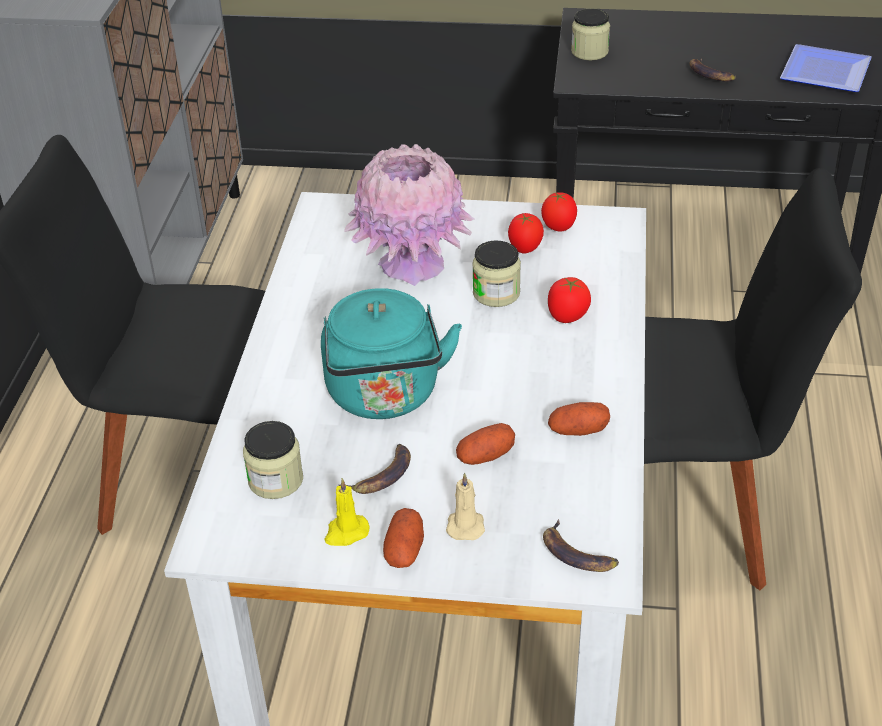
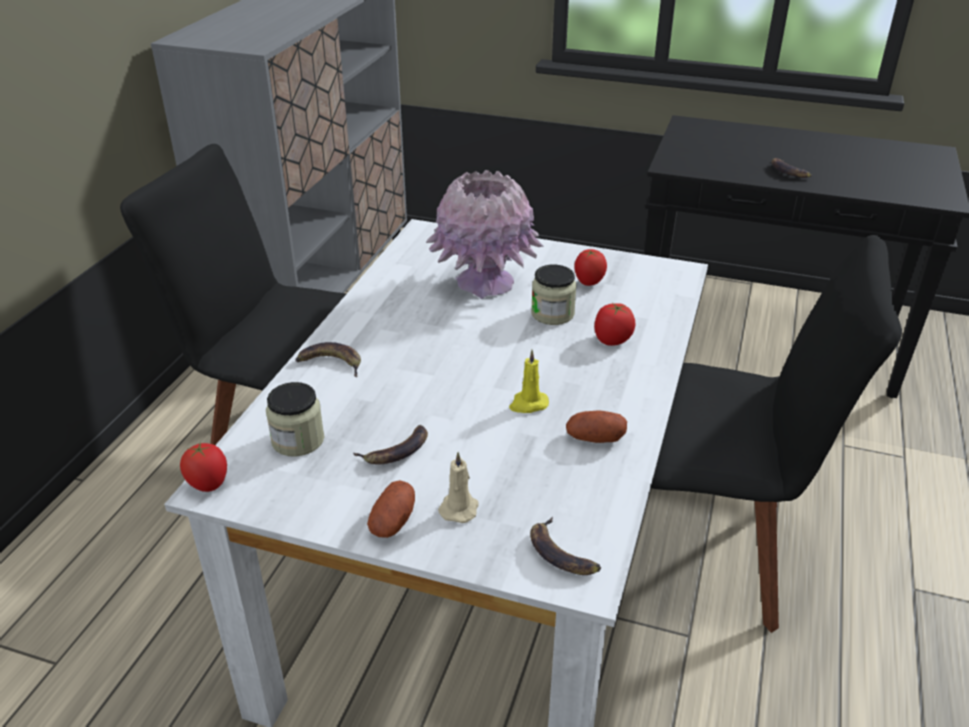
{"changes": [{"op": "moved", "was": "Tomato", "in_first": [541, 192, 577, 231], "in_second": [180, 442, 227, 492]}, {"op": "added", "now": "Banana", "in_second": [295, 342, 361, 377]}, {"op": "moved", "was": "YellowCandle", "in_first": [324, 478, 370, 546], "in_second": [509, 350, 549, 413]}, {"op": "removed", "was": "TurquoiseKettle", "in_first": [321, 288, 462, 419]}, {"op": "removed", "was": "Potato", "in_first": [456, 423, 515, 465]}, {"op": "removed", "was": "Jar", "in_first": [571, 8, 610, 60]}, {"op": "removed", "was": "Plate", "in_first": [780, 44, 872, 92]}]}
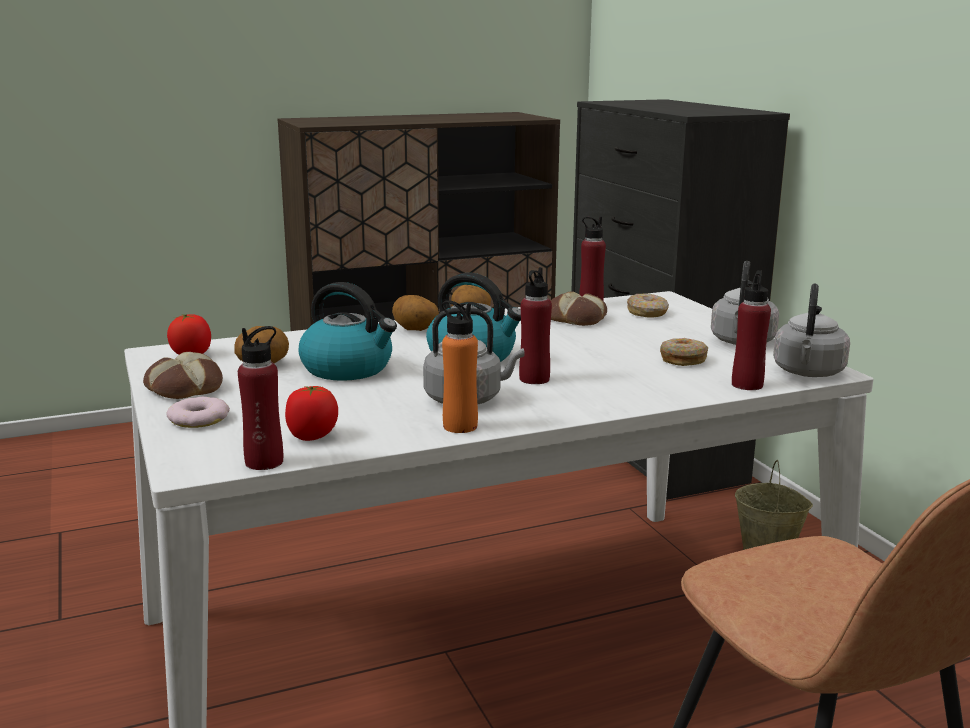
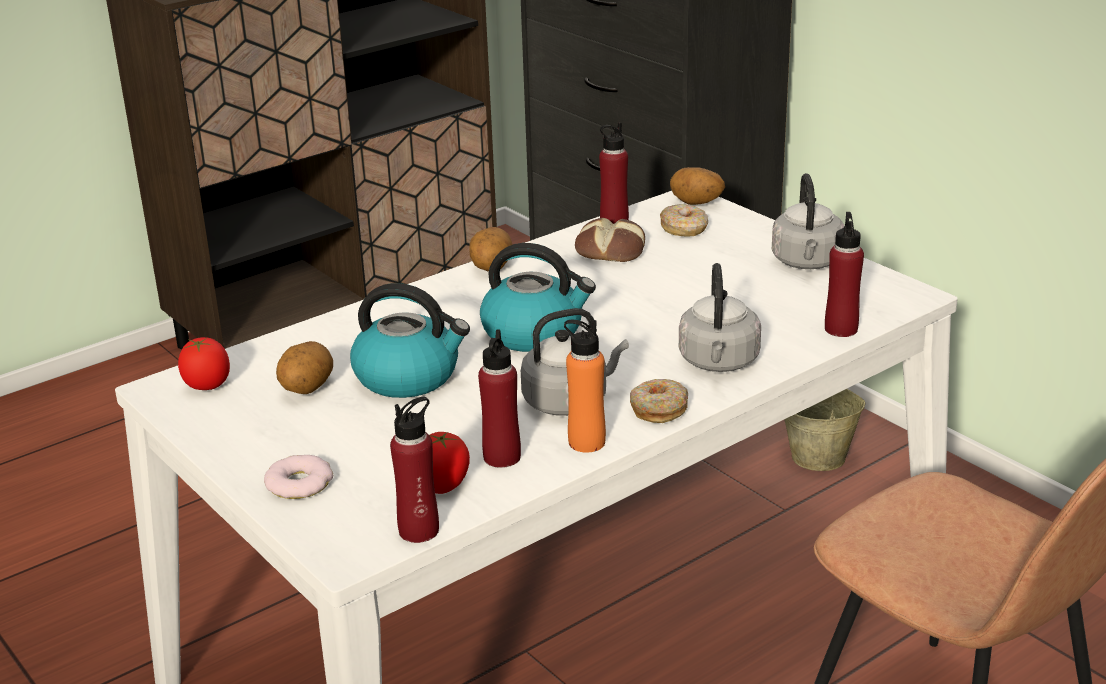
{"changes": [{"op": "moved", "was": "RedBottle", "in_first": [519, 267, 552, 384], "in_second": [478, 329, 521, 468]}, {"op": "moved", "was": "Donut", "in_first": [660, 338, 708, 366], "in_second": [630, 379, 688, 423]}, {"op": "moved", "was": "Potato", "in_first": [392, 295, 439, 331], "in_second": [670, 167, 725, 205]}, {"op": "moved", "was": "GreyKettle", "in_first": [773, 284, 850, 377], "in_second": [679, 263, 761, 372]}, {"op": "removed", "was": "Bread", "in_first": [143, 352, 223, 399]}]}
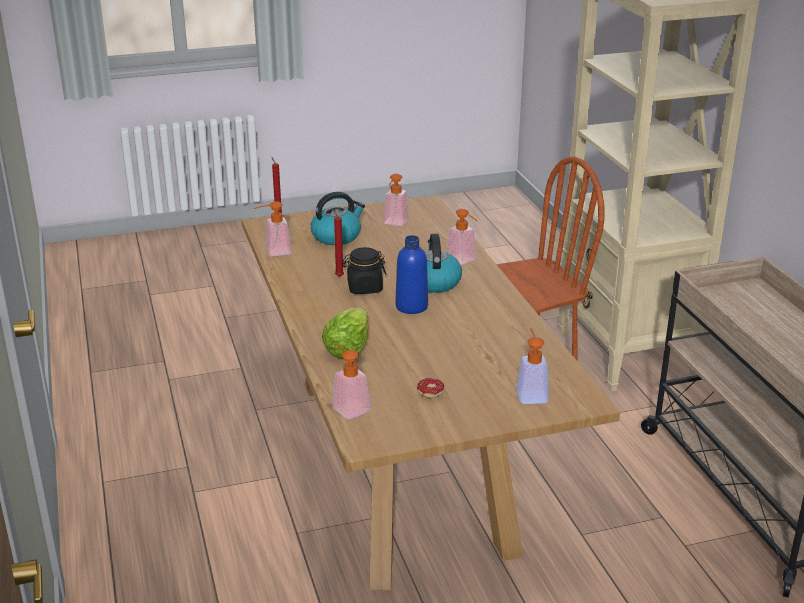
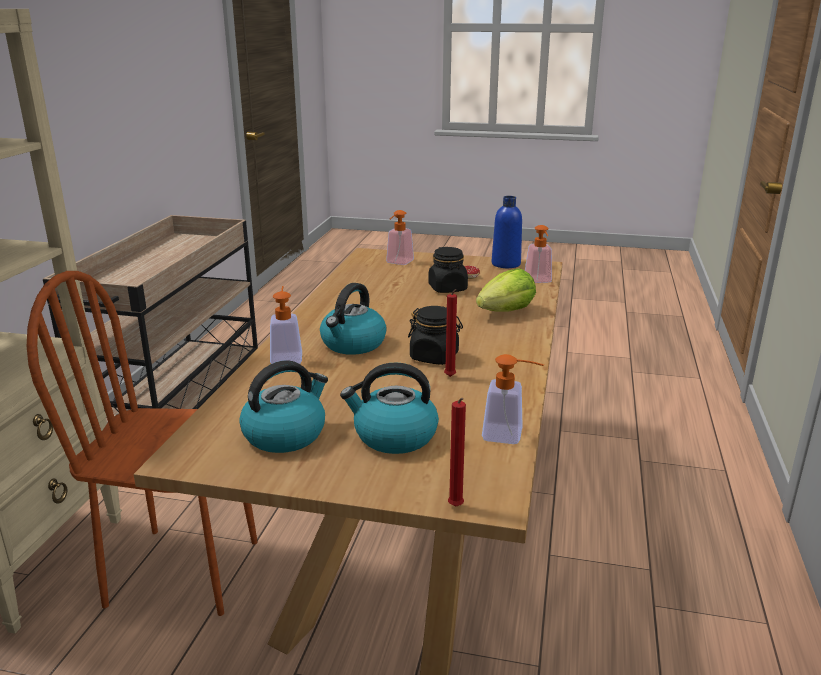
{"changes": [{"op": "replaced", "was": "SoapDispenser", "now": "Kettle", "in_first": [383, 174, 409, 226], "in_second": [239, 360, 328, 453]}, {"op": "added", "now": "BlackJar", "in_second": [428, 247, 468, 293]}, {"op": "moved", "was": "BlueBottle", "in_first": [395, 235, 428, 314], "in_second": [492, 196, 522, 268]}]}
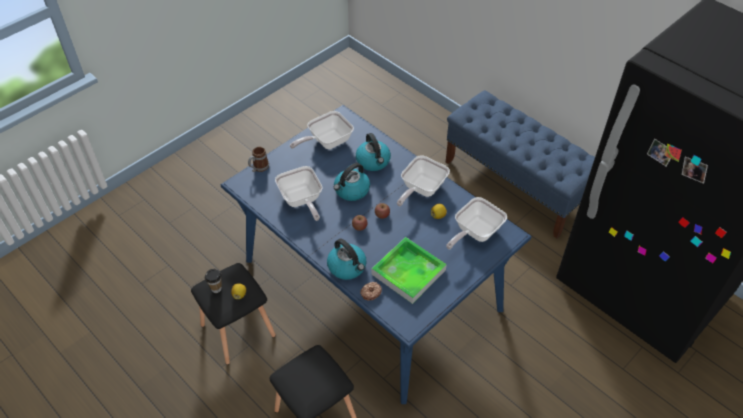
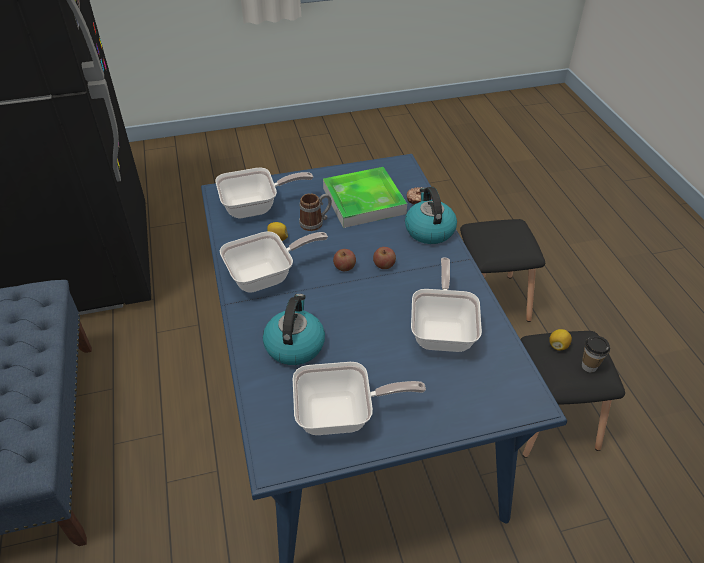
{"changes": [{"op": "moved", "was": "Mug", "in_first": [248, 147, 269, 172], "in_second": [299, 194, 332, 231]}, {"op": "removed", "was": "Kettle", "in_first": [334, 163, 370, 201]}]}
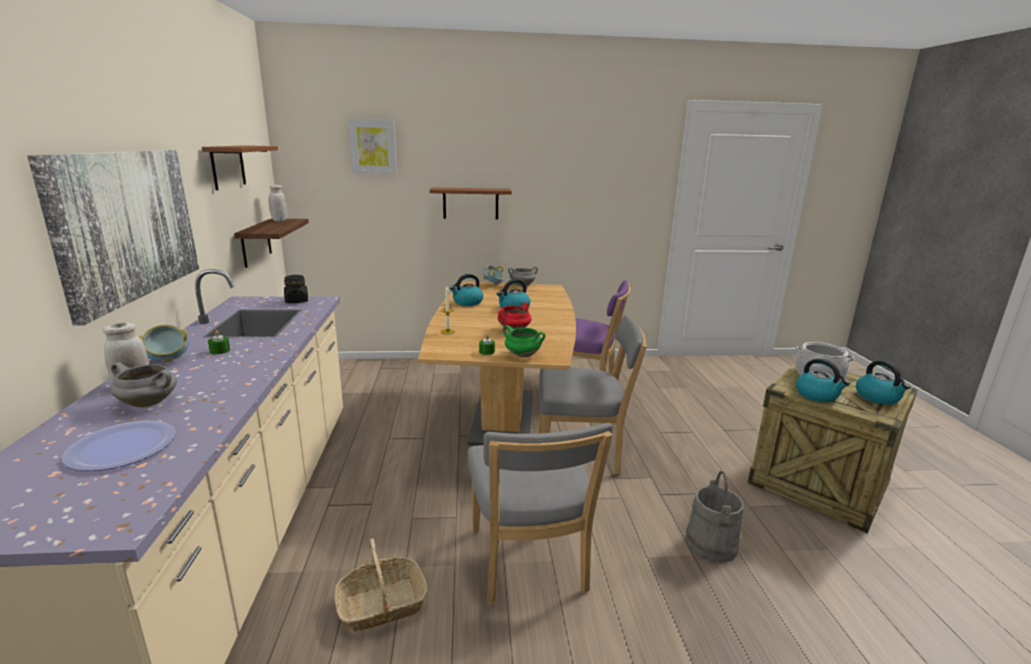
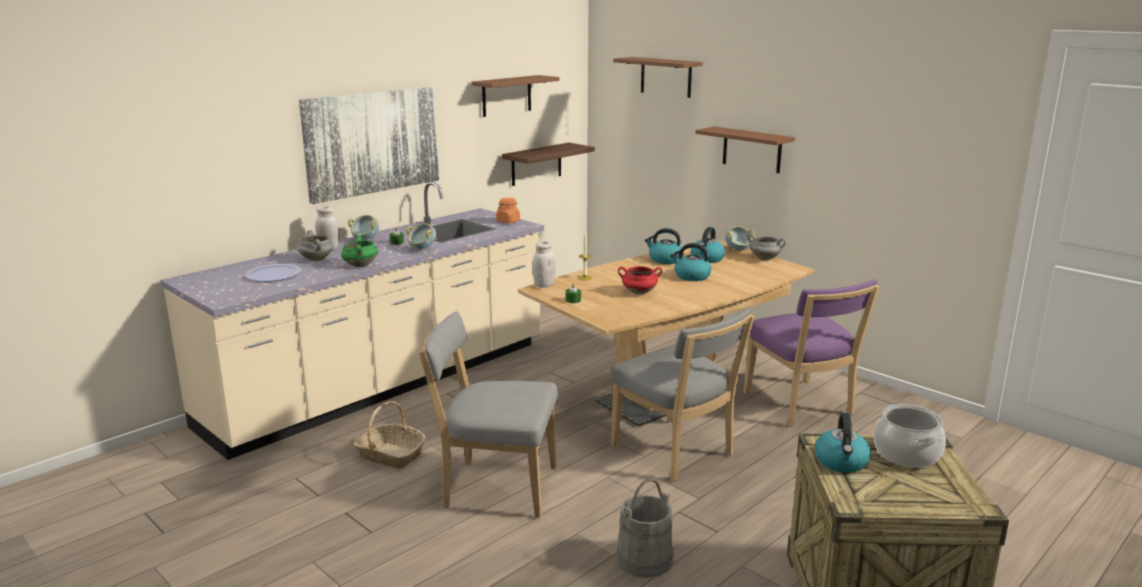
{"changes": [{"op": "moved", "was": "GreenCookingPot", "in_first": [503, 325, 546, 357], "in_second": [341, 235, 378, 267]}, {"op": "added", "now": "Bowl", "in_second": [406, 223, 437, 251]}, {"op": "turned", "was": "GreyChair", "in_first": [467, 423, 613, 605], "in_second": [419, 311, 558, 517], "clockwise": 60}, {"op": "recoloured", "was": "BlackJar", "now": "OrangeJar", "in_first": [284, 275, 308, 303], "in_second": [496, 198, 520, 223]}, {"op": "moved", "was": "WhiteJar", "in_first": [269, 185, 287, 221], "in_second": [532, 241, 555, 288]}, {"op": "replaced", "was": "Picture", "now": "BrownShelf", "in_first": [348, 119, 397, 174], "in_second": [613, 57, 703, 98]}, {"op": "moved", "was": "Kettle", "in_first": [856, 360, 910, 405], "in_second": [691, 227, 725, 263]}]}
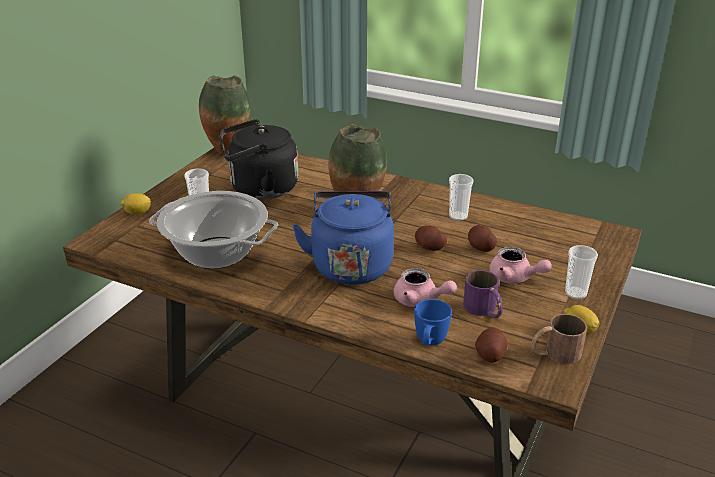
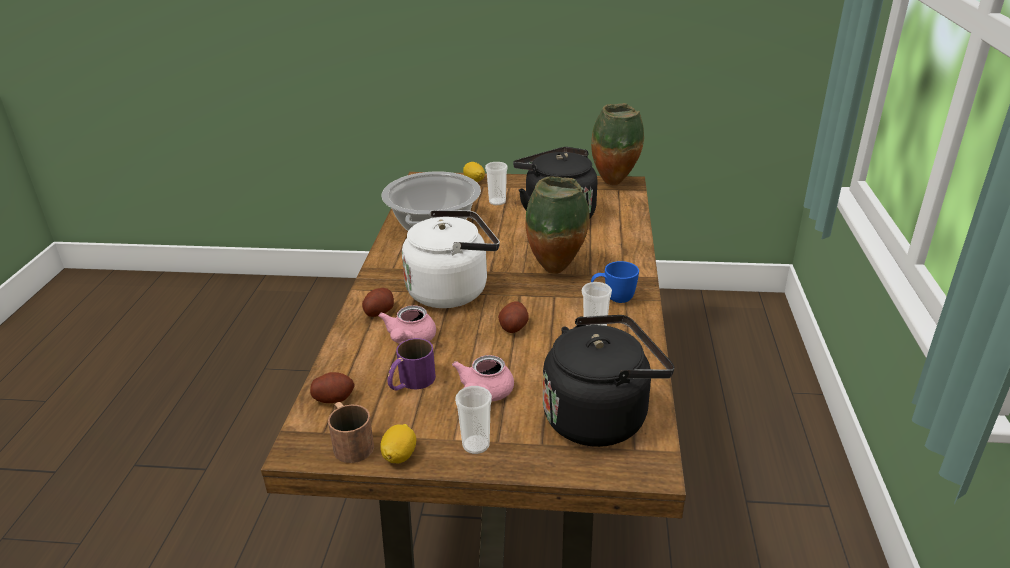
{"changes": [{"op": "moved", "was": "Potato", "in_first": [468, 225, 497, 252], "in_second": [362, 288, 394, 317]}, {"op": "recoloured", "was": "BlueKettle", "now": "WhiteKettle", "in_first": [292, 191, 394, 285], "in_second": [402, 210, 500, 308]}, {"op": "added", "now": "BlackKettle", "in_second": [543, 315, 674, 447]}, {"op": "moved", "was": "BlueMug", "in_first": [414, 299, 452, 346], "in_second": [591, 261, 639, 303]}]}
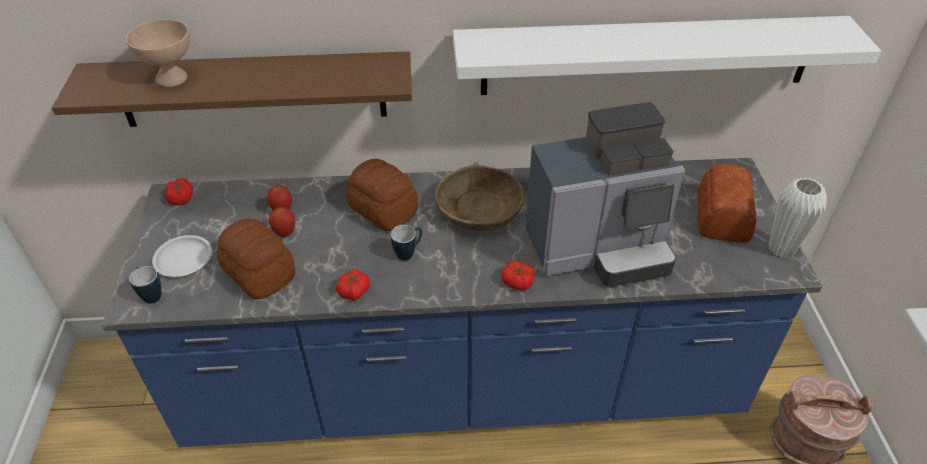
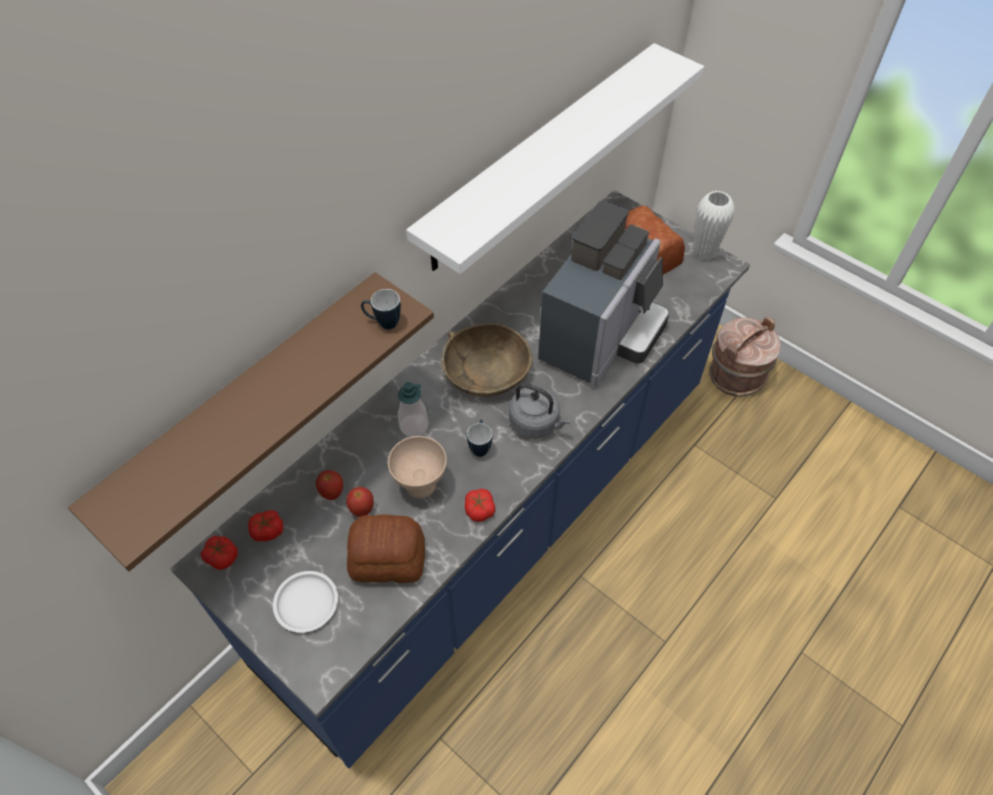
{"changes": [{"op": "moved", "was": "Tomato", "in_first": [501, 261, 535, 290], "in_second": [248, 510, 283, 541]}, {"op": "moved", "was": "Mug", "in_first": [129, 266, 162, 304], "in_second": [361, 289, 401, 329]}, {"op": "moved", "was": "BeigeBowl", "in_first": [126, 19, 190, 87], "in_second": [388, 436, 447, 499]}, {"op": "replaced", "was": "Bread", "now": "SoapDispenser", "in_first": [346, 159, 418, 231], "in_second": [398, 382, 429, 437]}, {"op": "added", "now": "GreyKettle", "in_second": [509, 383, 571, 438]}]}
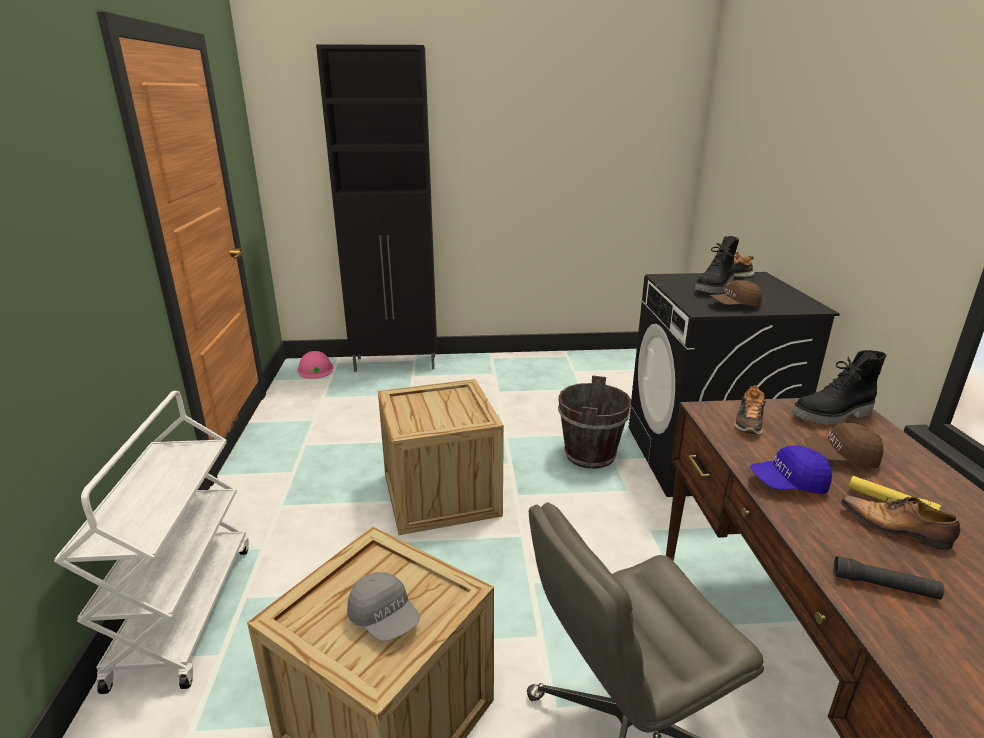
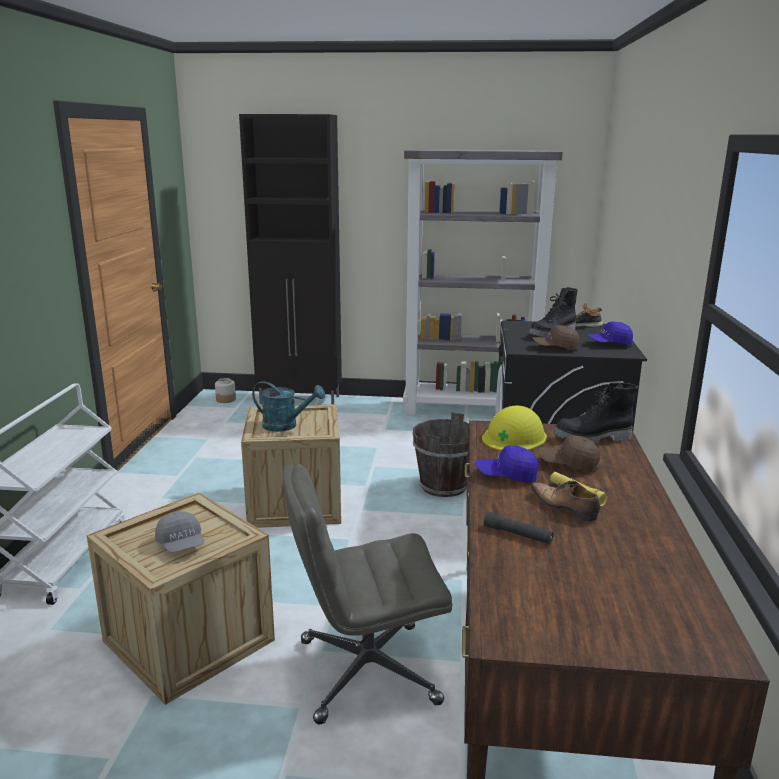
{"changes": [{"op": "replaced", "was": "PinkHardHat", "now": "Jar", "in_first": [297, 351, 333, 379], "in_second": [215, 378, 236, 403]}, {"op": "added", "now": "TurquoiseWateringCan", "in_second": [252, 381, 325, 432]}, {"op": "added", "now": "GreyBookcase", "in_second": [403, 149, 563, 416]}, {"op": "replaced", "was": "Shoe", "now": "YellowHardHat", "in_first": [734, 385, 766, 435], "in_second": [482, 405, 547, 451]}, {"op": "added", "now": "BlueCap", "in_second": [587, 322, 633, 345]}]}
